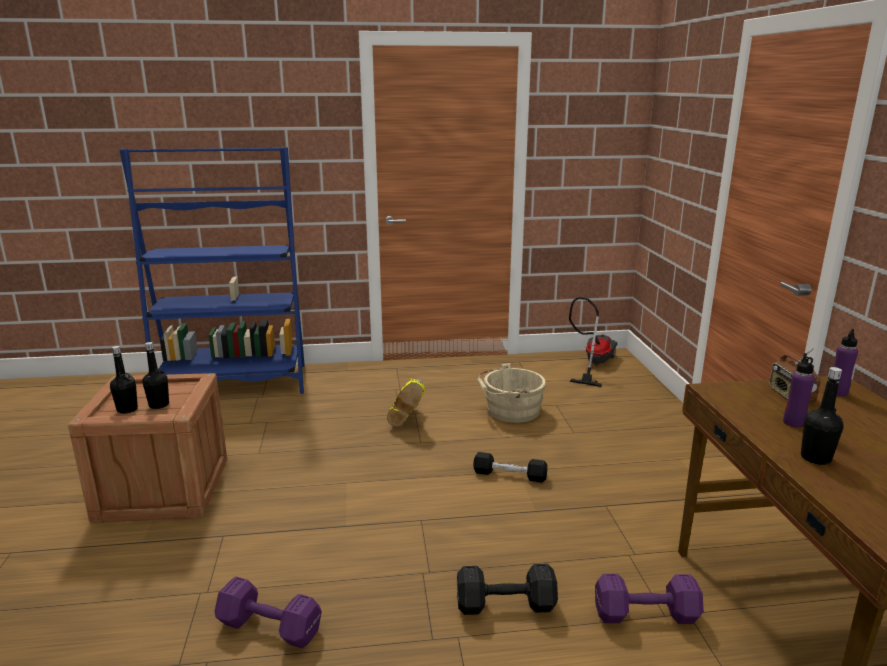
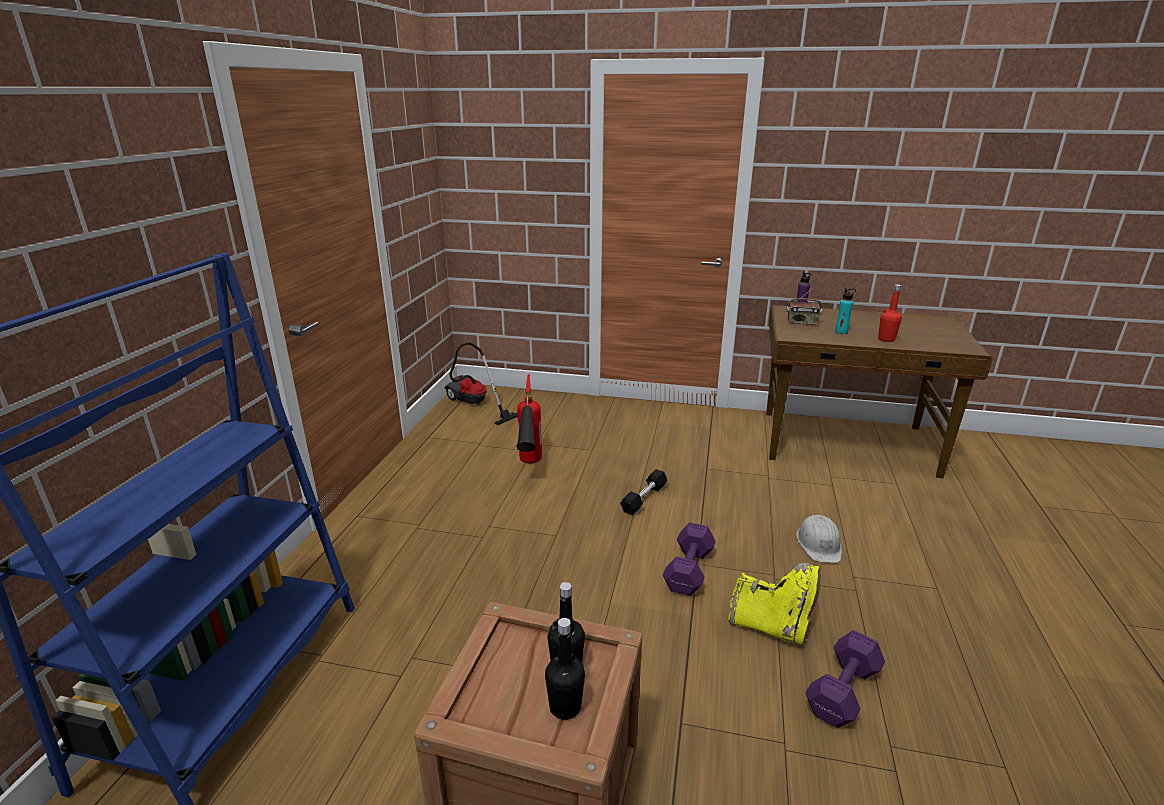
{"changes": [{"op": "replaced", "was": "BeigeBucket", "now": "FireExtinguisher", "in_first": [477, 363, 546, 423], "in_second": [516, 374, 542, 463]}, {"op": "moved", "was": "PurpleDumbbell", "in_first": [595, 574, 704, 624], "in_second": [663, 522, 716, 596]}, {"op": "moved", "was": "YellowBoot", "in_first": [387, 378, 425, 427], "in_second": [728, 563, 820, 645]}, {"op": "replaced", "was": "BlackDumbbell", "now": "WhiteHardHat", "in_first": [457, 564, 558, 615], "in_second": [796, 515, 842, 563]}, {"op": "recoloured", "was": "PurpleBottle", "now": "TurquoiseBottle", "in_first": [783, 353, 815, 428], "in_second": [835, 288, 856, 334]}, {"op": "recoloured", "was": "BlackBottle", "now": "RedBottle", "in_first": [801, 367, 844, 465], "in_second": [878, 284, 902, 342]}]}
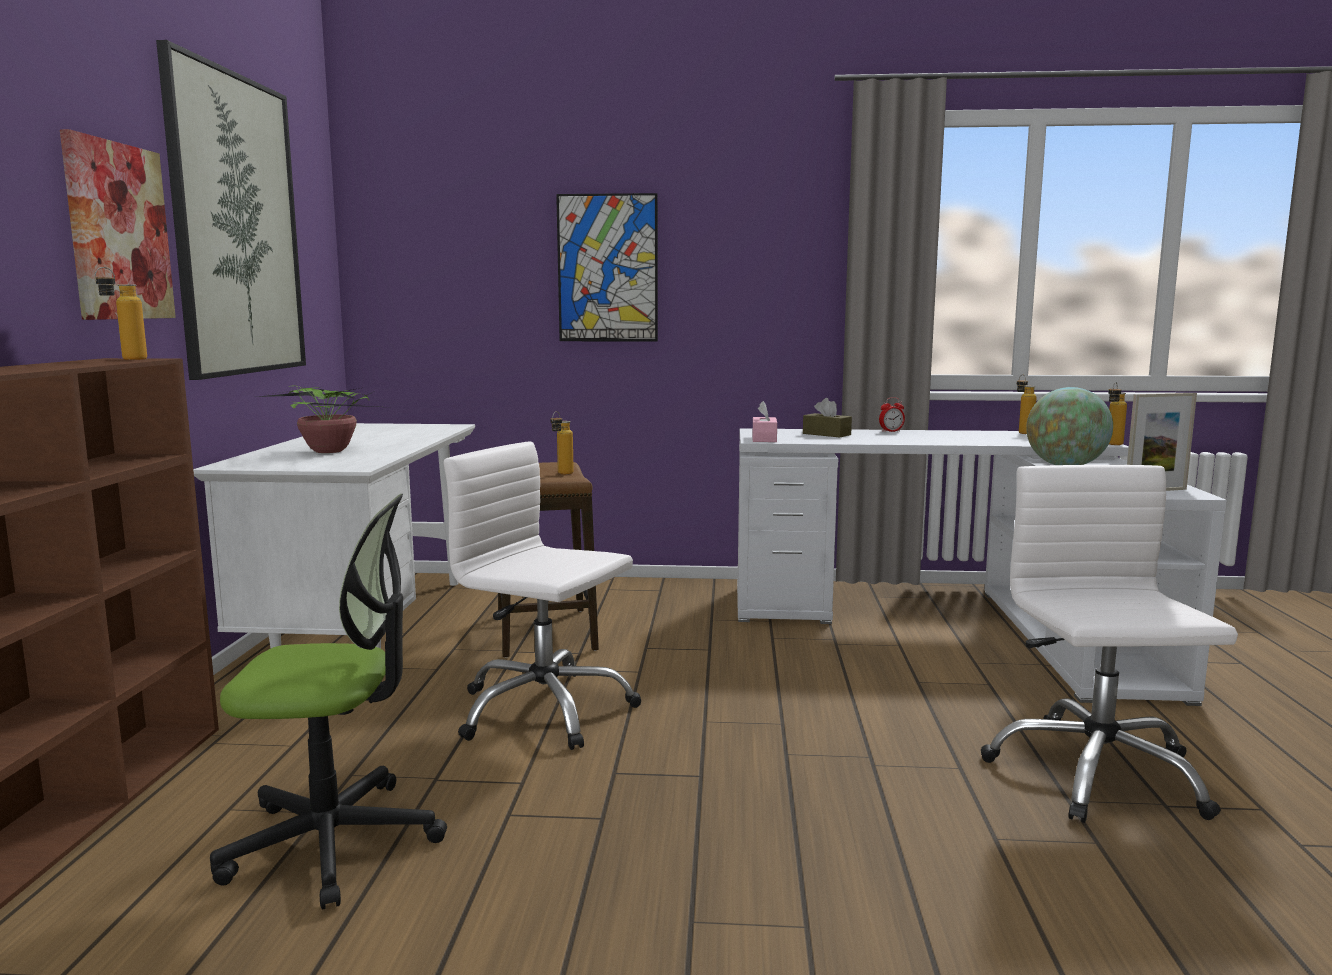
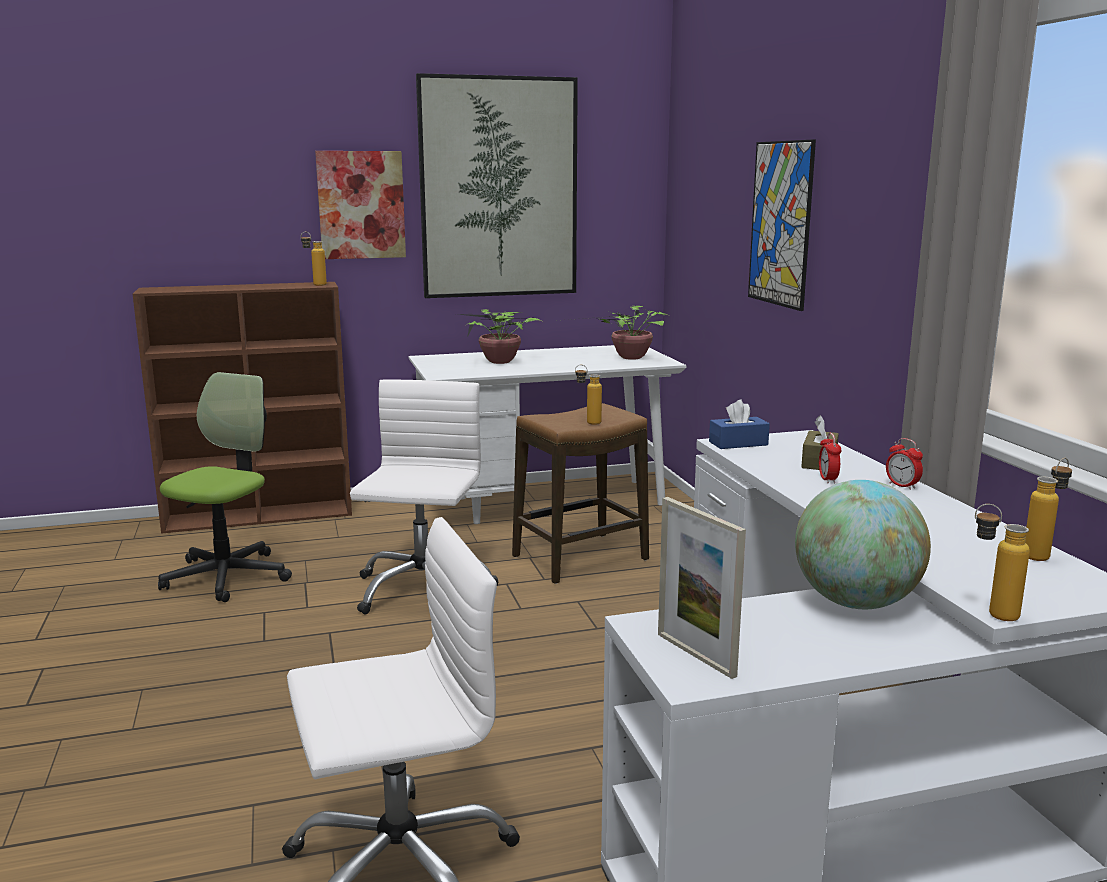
{"changes": [{"op": "turned", "was": "OfficeChair", "in_first": [210, 494, 447, 910], "in_second": [158, 372, 292, 602], "clockwise": -135}, {"op": "added", "now": "PottedPlant", "in_second": [569, 306, 667, 360]}, {"op": "recoloured", "was": "PinkTissueBox", "now": "BlueTissueBox", "in_first": [753, 401, 777, 442], "in_second": [709, 400, 770, 449]}, {"op": "added", "now": "AlarmClock", "in_second": [819, 433, 841, 483]}]}
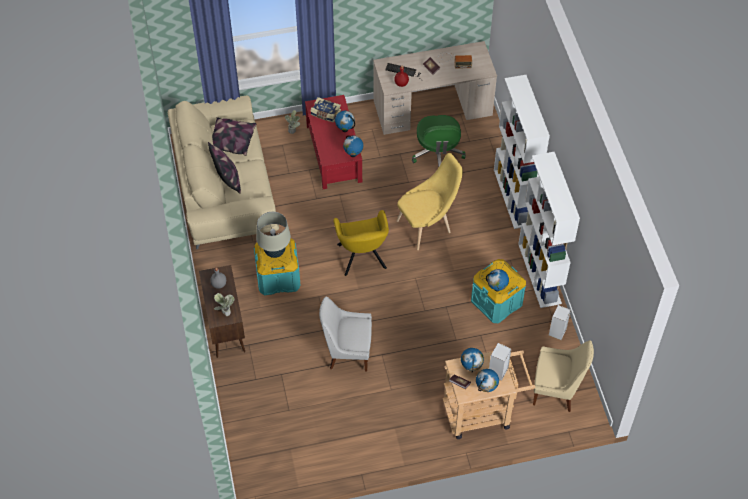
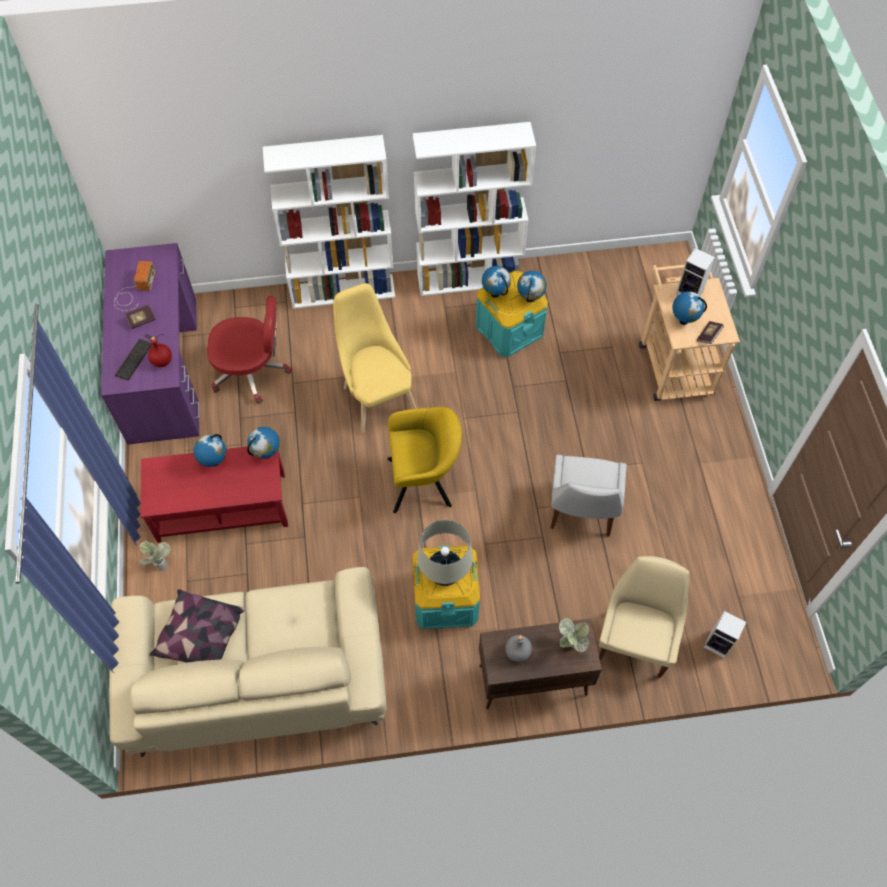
{"changes": [{"op": "recoloured", "was": "BeigeDesk", "now": "PurpleDesk", "in_first": [373, 41, 497, 135], "in_second": [101, 243, 200, 445]}, {"op": "recoloured", "was": "GreenOfficeChair", "now": "RedOfficeChair", "in_first": [412, 115, 466, 167], "in_second": [207, 296, 292, 404]}, {"op": "moved", "was": "Globe", "in_first": [476, 369, 499, 392], "in_second": [482, 266, 511, 298]}, {"op": "moved", "was": "BeigeChair", "in_first": [533, 340, 594, 412], "in_second": [599, 556, 690, 678]}, {"op": "moved", "was": "Speaker", "in_first": [549, 305, 571, 340], "in_second": [704, 611, 746, 658]}, {"op": "removed", "was": "Pillow", "in_first": [208, 142, 241, 194]}, {"op": "removed", "was": "Book", "in_first": [310, 97, 341, 122]}]}
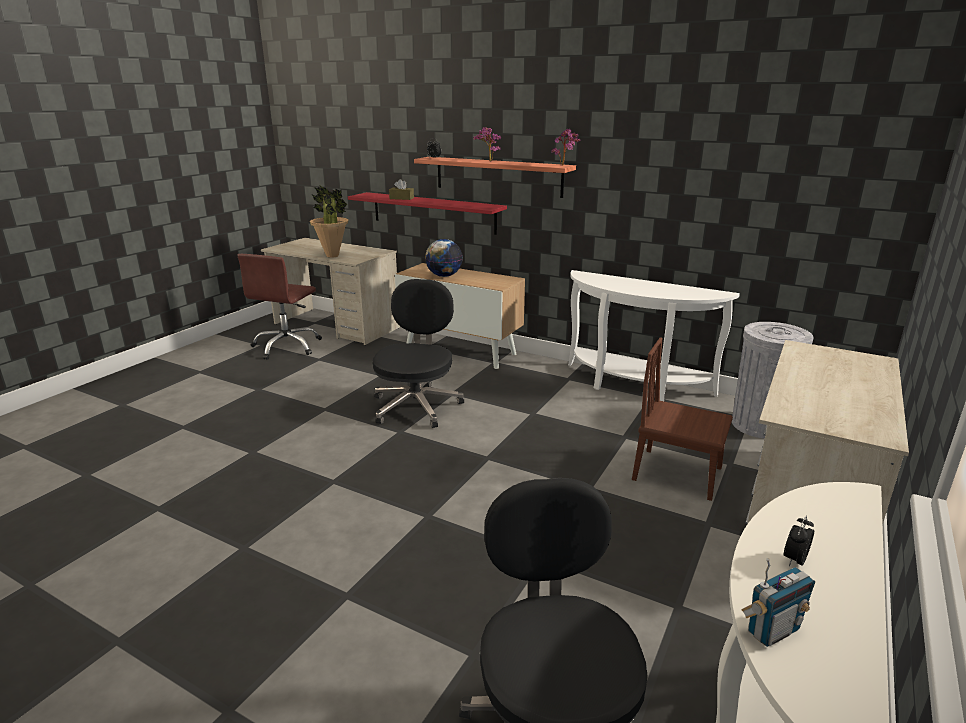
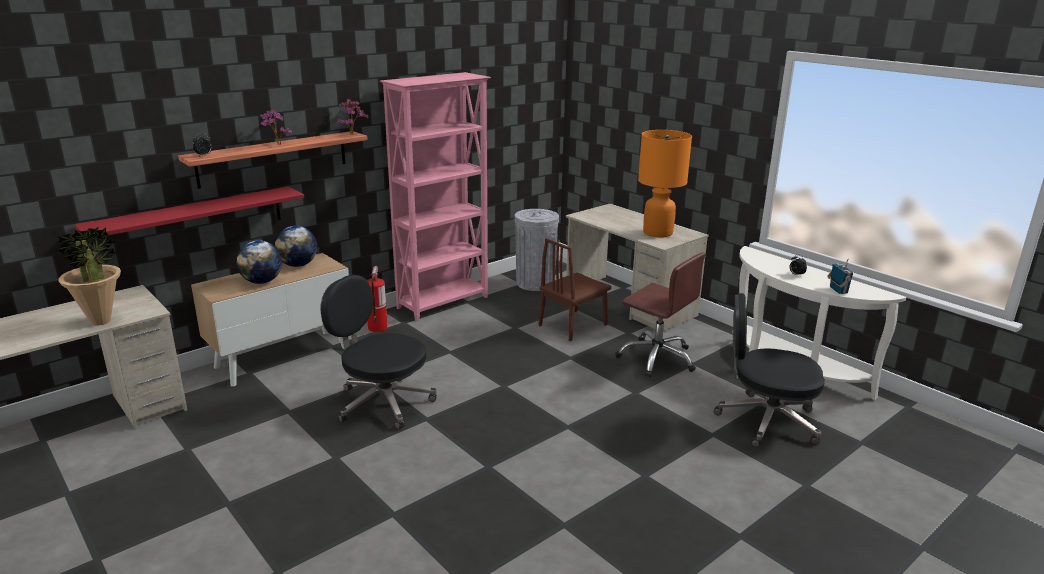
{"changes": [{"op": "added", "now": "Globe", "in_second": [275, 226, 317, 267]}, {"op": "added", "now": "FireExtinguisher", "in_second": [367, 266, 388, 332]}, {"op": "replaced", "was": "WhiteConsoleTable", "now": "PinkBookcase", "in_first": [568, 270, 740, 401], "in_second": [380, 72, 491, 321]}, {"op": "moved", "was": "BrownOfficeChair", "in_first": [237, 254, 322, 360], "in_second": [615, 252, 705, 377]}, {"op": "added", "now": "OrangeTableLamp", "in_second": [638, 130, 692, 237]}, {"op": "removed", "was": "BrownTissueBox", "in_first": [389, 179, 414, 200]}]}
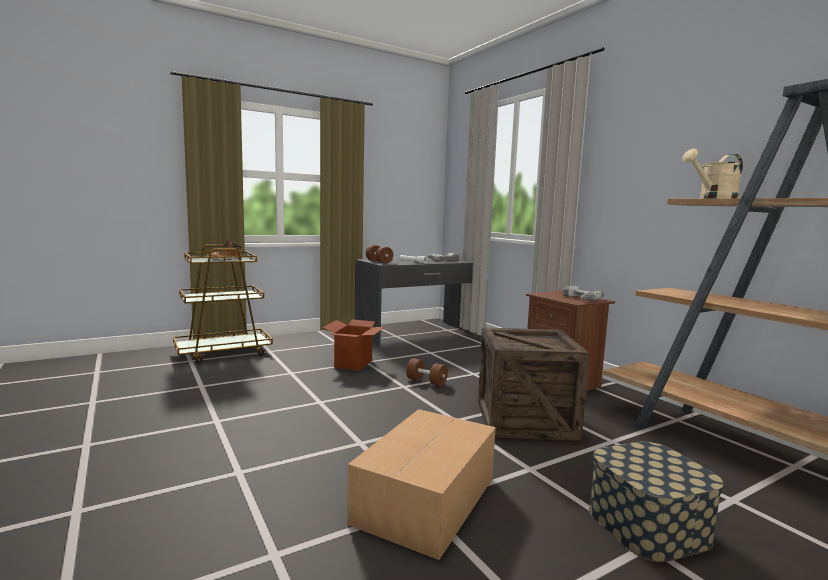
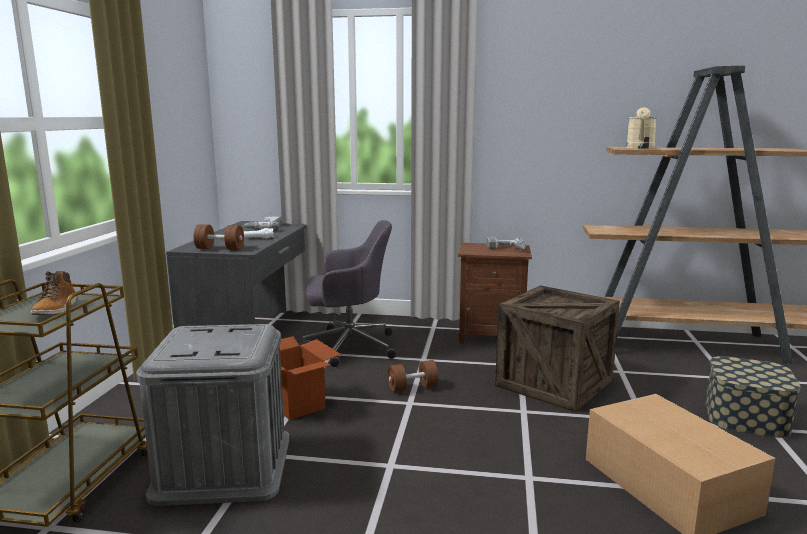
{"changes": [{"op": "added", "now": "GreyStorageBox", "in_second": [136, 324, 289, 506]}, {"op": "added", "now": "GreyOfficeChair", "in_second": [303, 220, 396, 367]}]}
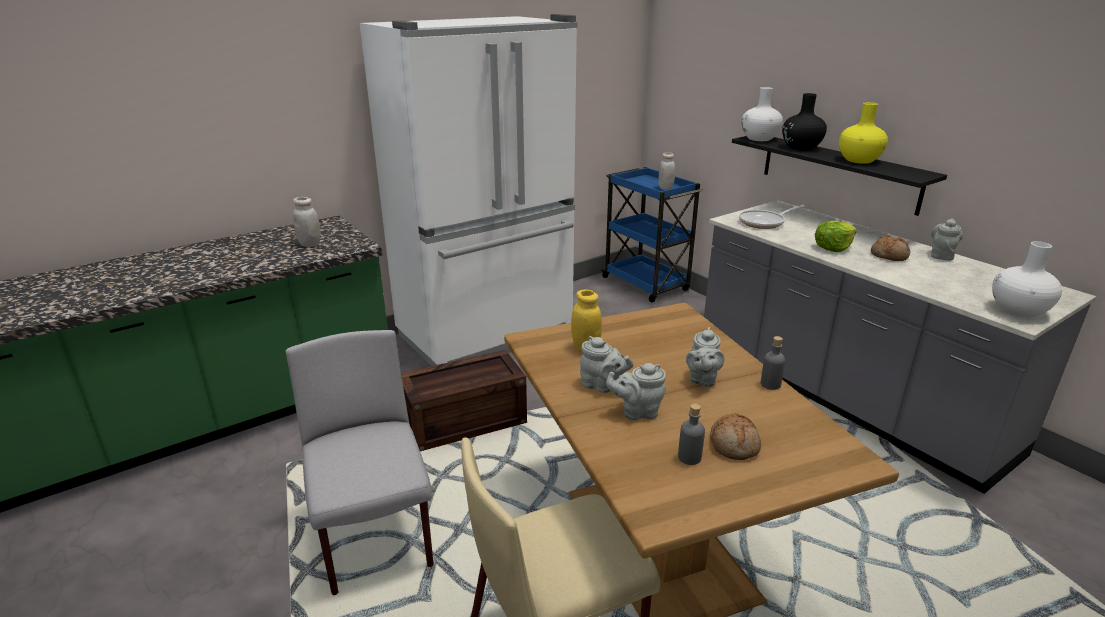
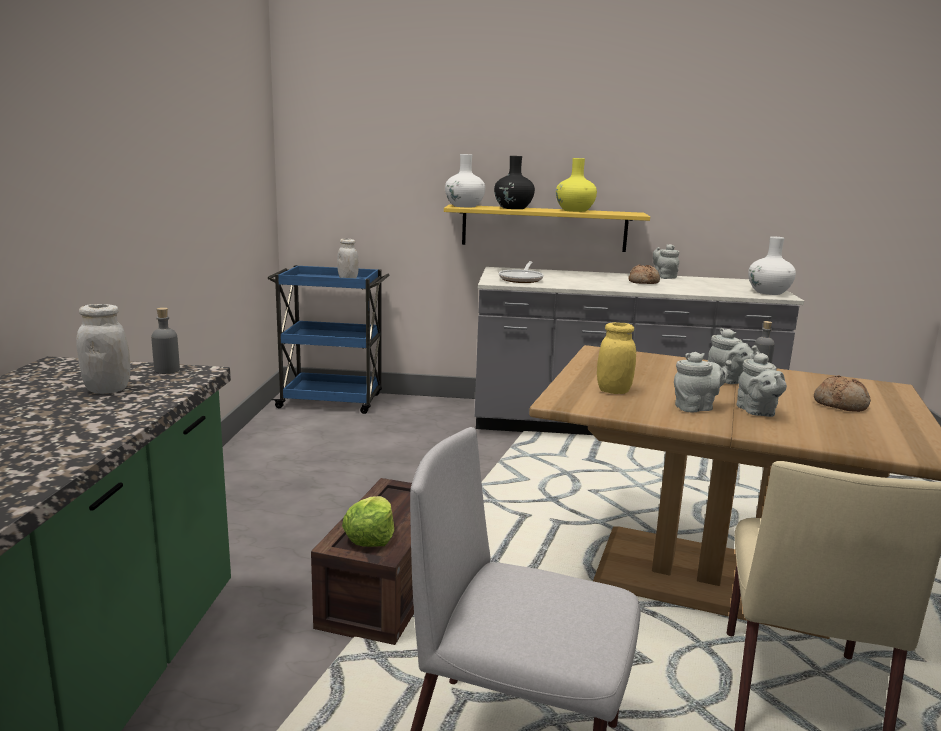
{"changes": [{"op": "moved", "was": "GreyBottle", "in_first": [678, 403, 705, 465], "in_second": [151, 307, 180, 374]}, {"op": "moved", "was": "Lettuce", "in_first": [815, 221, 857, 252], "in_second": [342, 496, 394, 547]}, {"op": "recoloured", "was": "BlackShelf", "now": "YellowShelf", "in_first": [732, 136, 947, 216], "in_second": [444, 205, 650, 252]}, {"op": "turned", "was": "GreyTeapot", "in_first": [606, 363, 666, 420], "in_second": [737, 351, 787, 417], "clockwise": -45}, {"op": "removed", "was": "WhiteFridge", "in_first": [360, 14, 577, 366]}]}
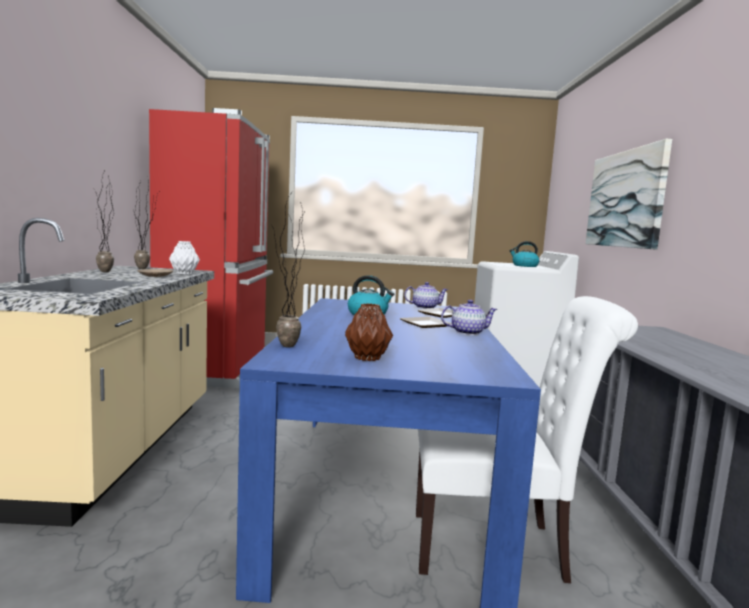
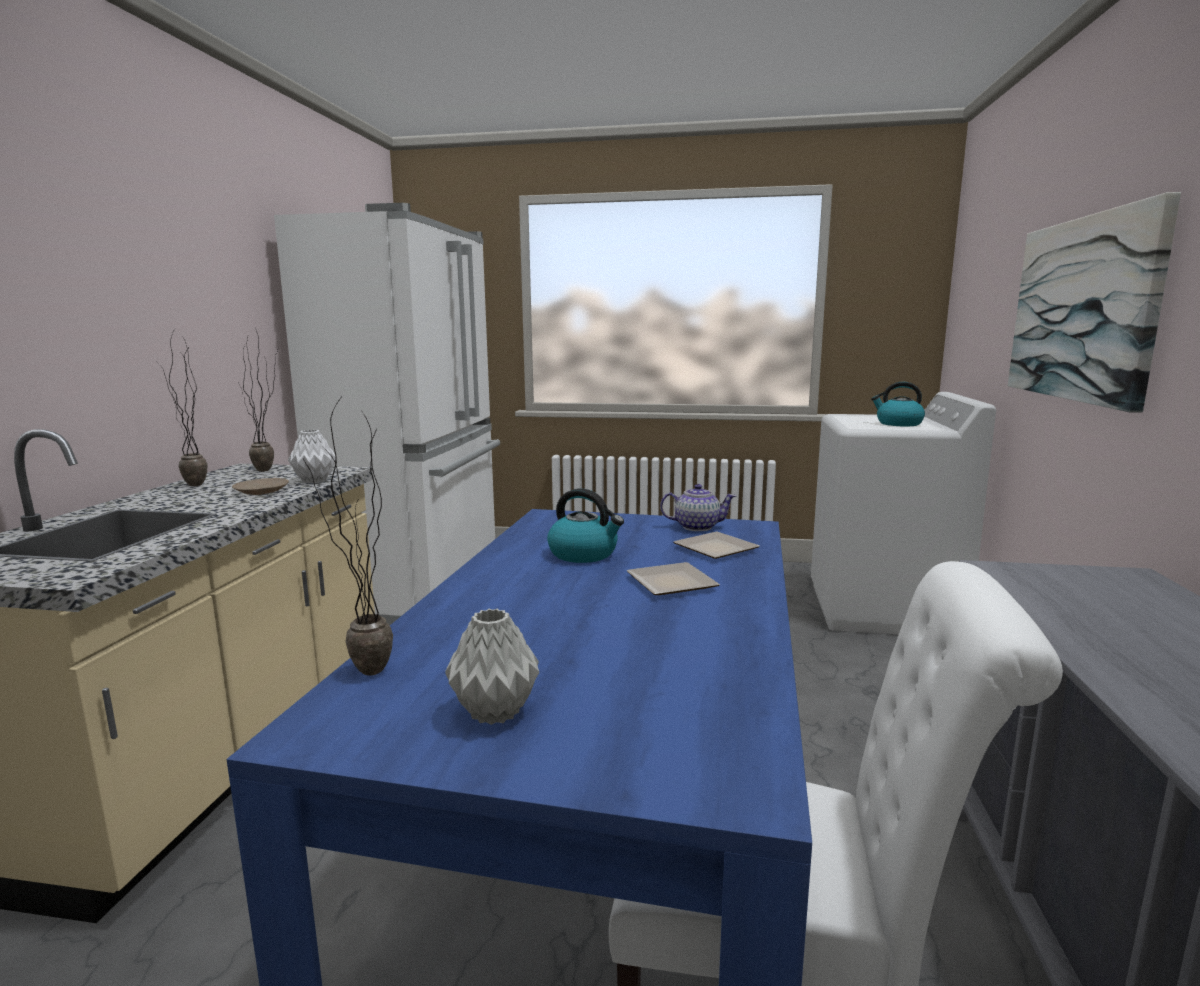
{"changes": [{"op": "recoloured", "was": "RedFridge", "now": "WhiteFridge", "in_first": [149, 108, 273, 388], "in_second": [274, 203, 500, 625]}, {"op": "recoloured", "was": "BrownVase", "now": "GreyVase", "in_first": [345, 303, 393, 361], "in_second": [445, 608, 539, 725]}, {"op": "removed", "was": "Teapot", "in_first": [441, 300, 498, 335]}]}
